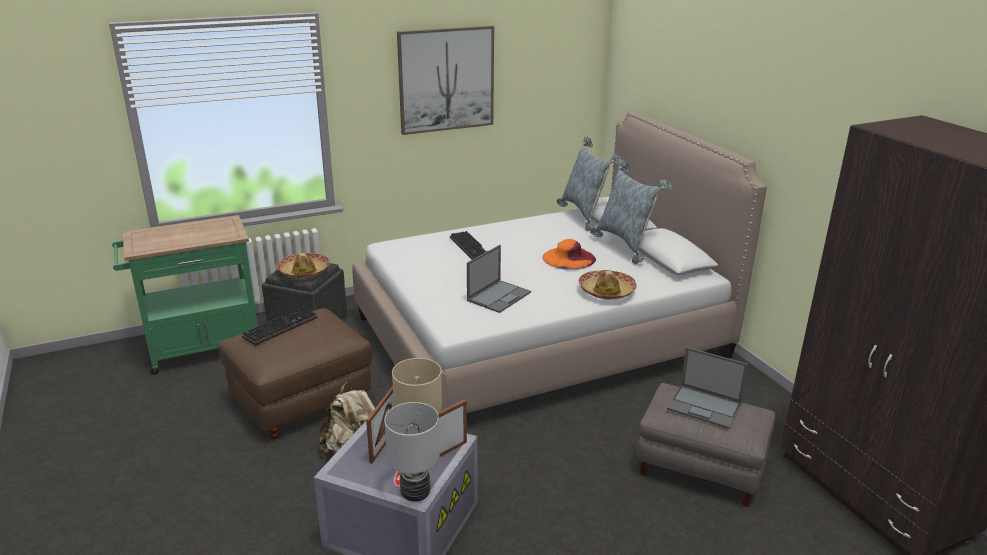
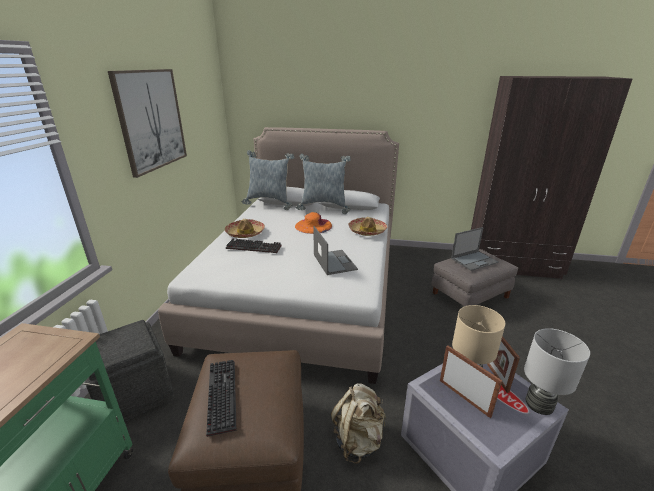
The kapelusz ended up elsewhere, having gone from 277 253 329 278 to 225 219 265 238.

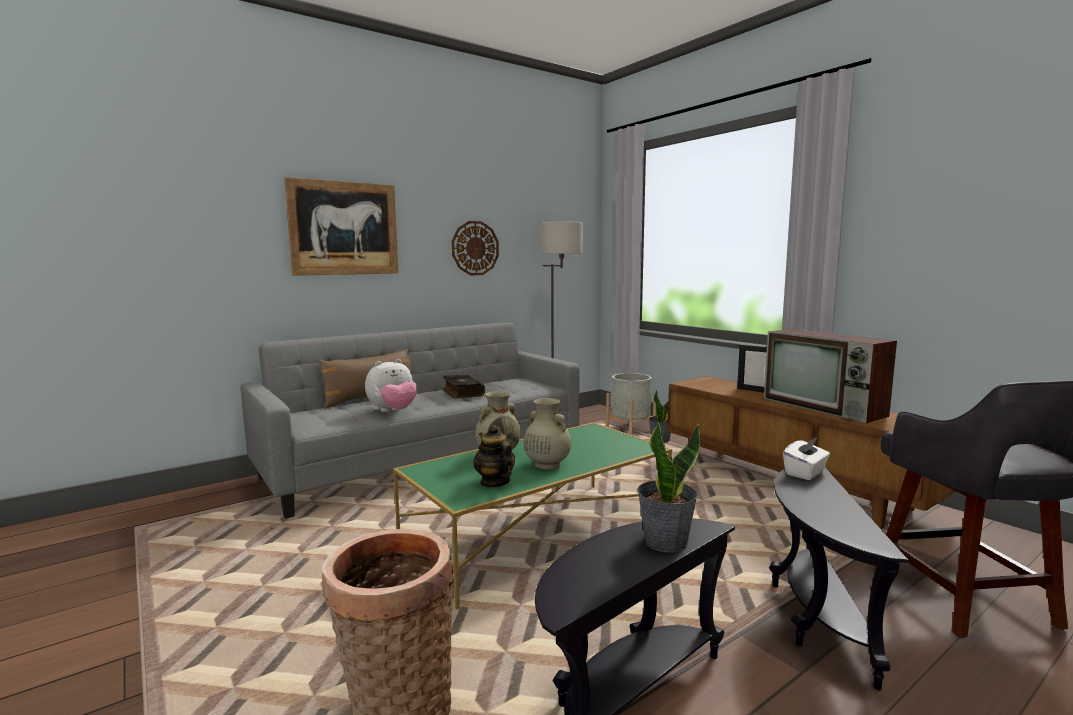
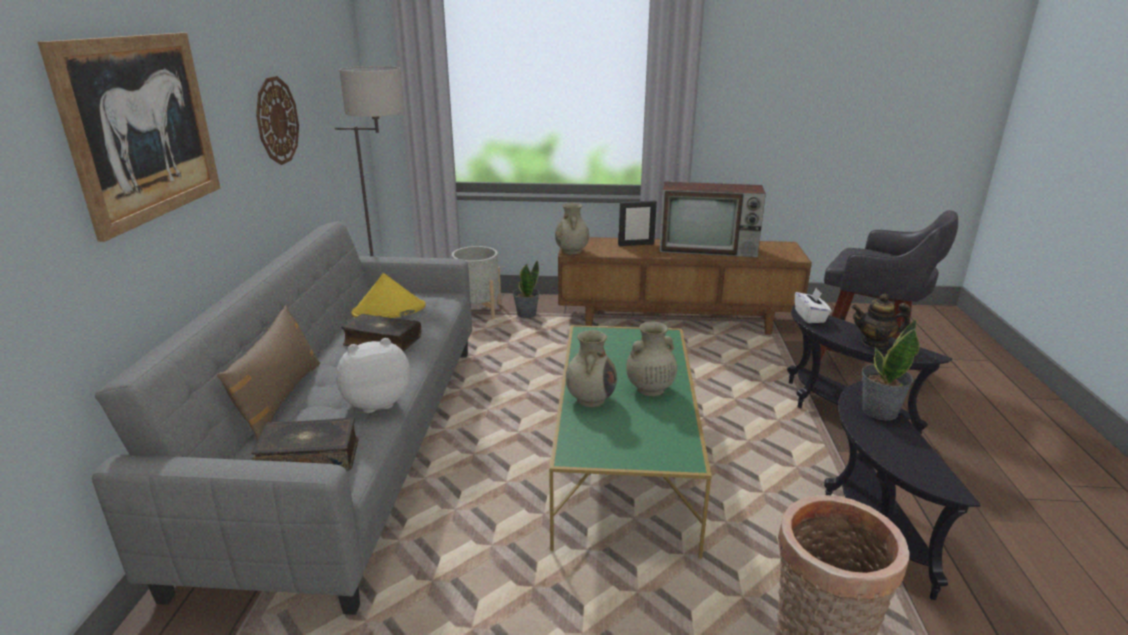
The pluszak at 365 359 417 412 ended up facing another way, 120 degrees counterclockwise from before. The imbryk ended up elsewhere, having gone from 473 425 515 488 to 852 294 911 348. The second view gained the książka at 251 417 358 471. The second view gained the kapelusz (żółty) at 351 273 426 318. The second view gained the wazon (beżowy) at 555 203 589 255.

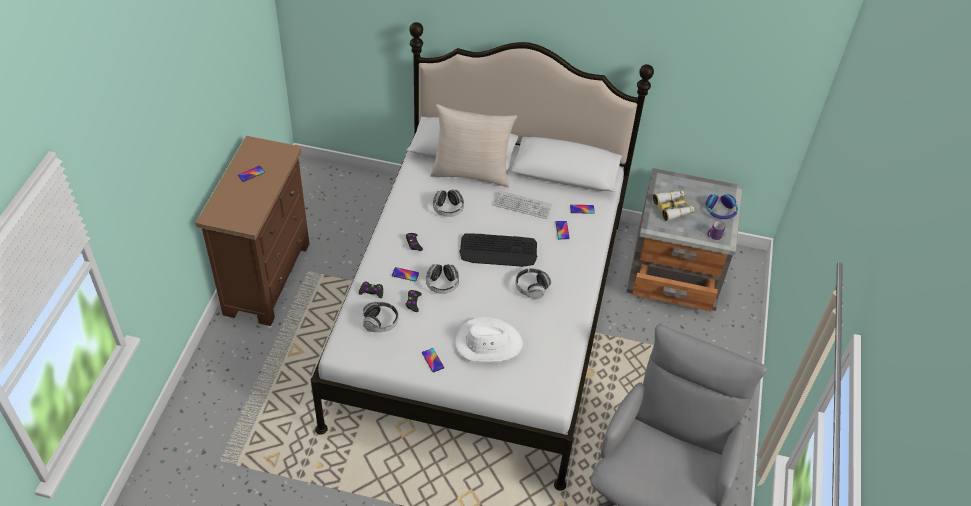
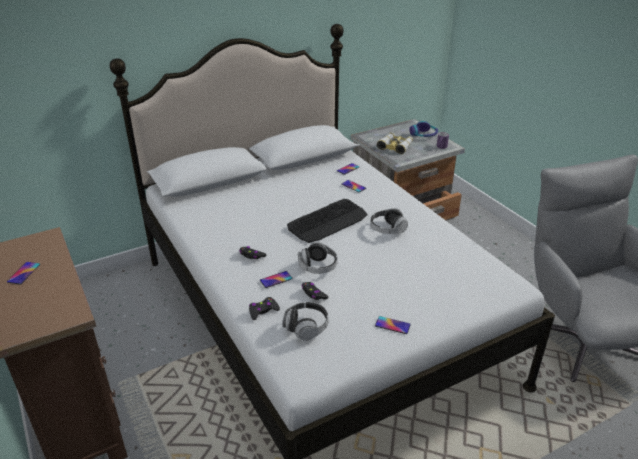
The second view lost the poduszka (beżowy) at 430 104 517 188. The second view lost the słuchawki at 433 189 464 217. The second view lost the kapelusz (biały) at 455 317 523 362. The second view lost the klawiatura at 493 190 552 219.

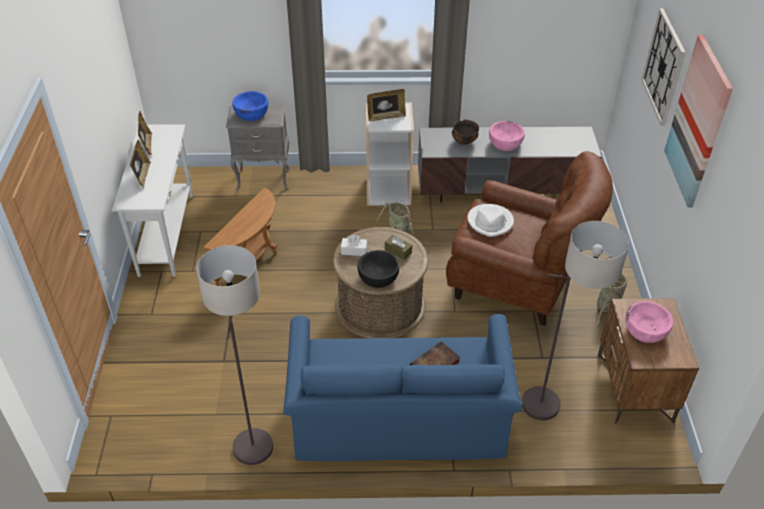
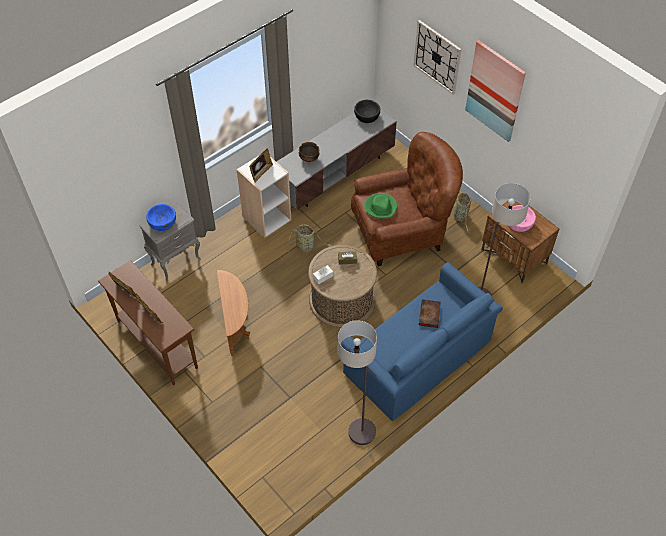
What was the stolik konsolowy (biały) at 112 124 193 277 turned into the stolik konsolowy (brązowy) at 98 260 198 385. The miska (czarny) ended up elsewhere, having gone from 357 250 400 288 to 354 100 380 123. What was the kapelusz (biały) at 468 204 514 237 turned into the kapelusz (zielony) at 364 193 397 219. The second view lost the miska (różowy) at 489 121 525 151.

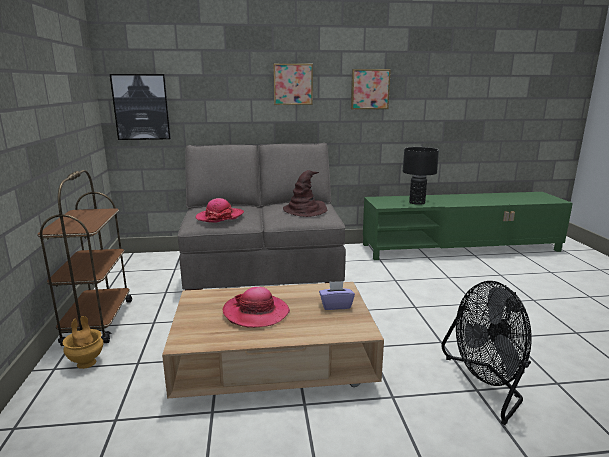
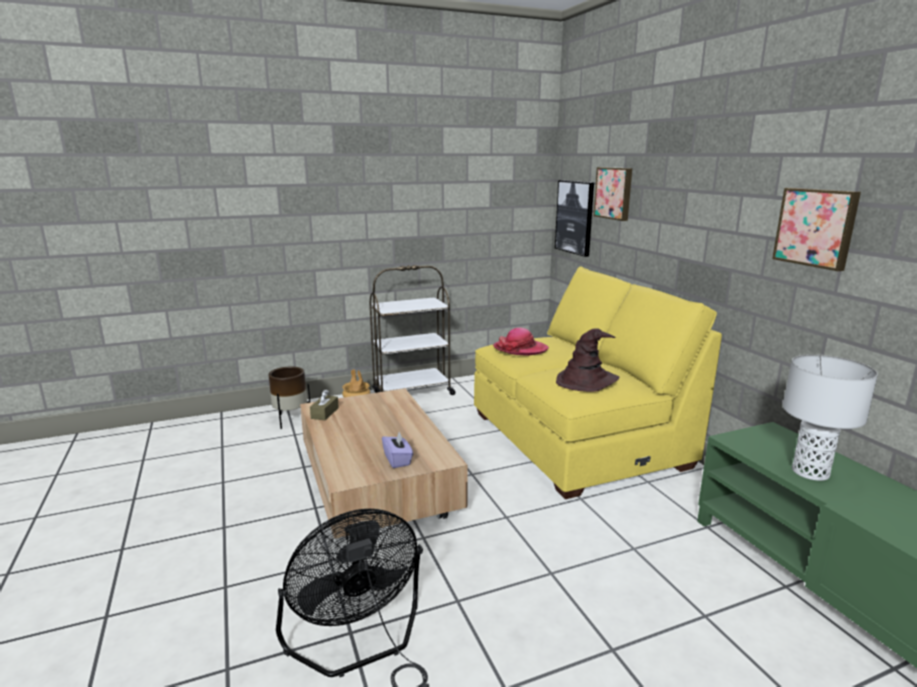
What was the wózek (brązowy) at 37 170 132 346 turned into the wózek (biały) at 370 265 455 395. What was the kanapa (szary) at 178 143 346 290 turned into the kanapa (żółty) at 474 266 722 499. The second view lost the kapelusz at 223 287 290 328. The obraz ended up elsewhere, having gone from 273 64 313 105 to 593 167 632 221. What was the lampa stołowa (czarny) at 403 147 439 205 turned into the lampa stołowa (biały) at 783 354 878 481. The second view gained the donica (brązowy) at 268 367 310 429. The second view gained the pudełko chusteczek (brązowy) at 310 390 339 420.

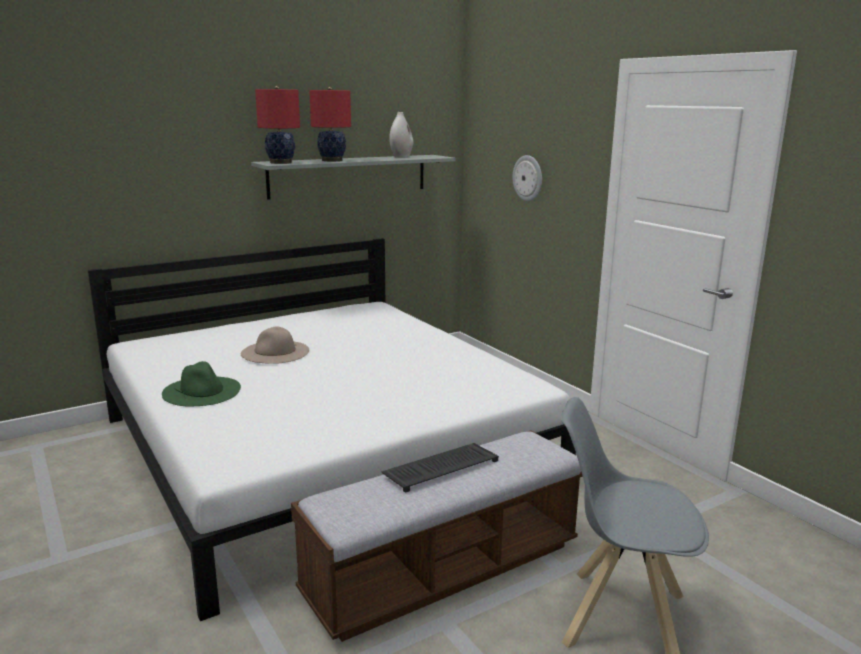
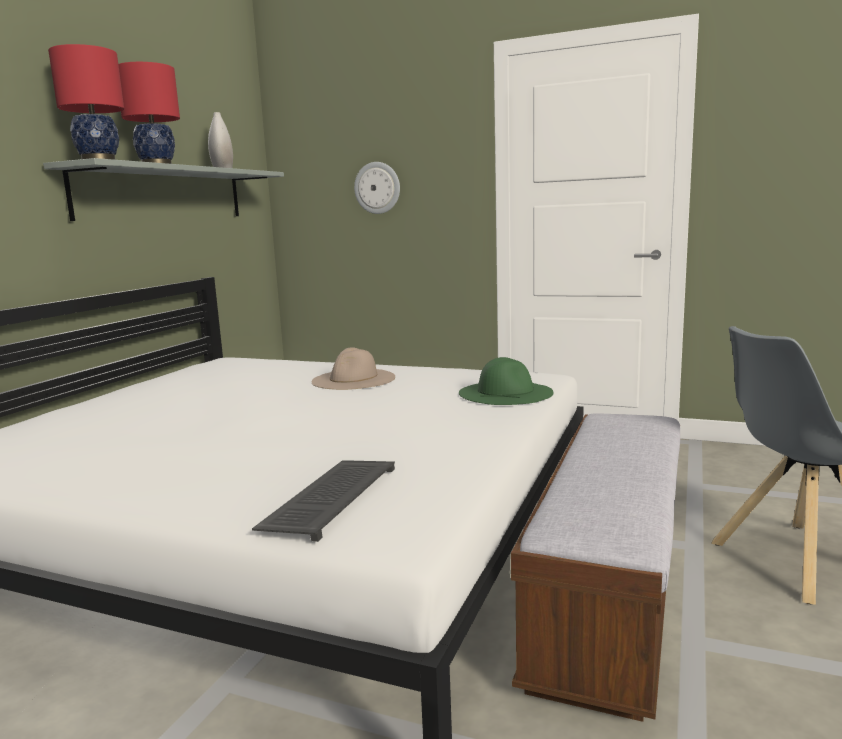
The kapelusz (zielony) ended up elsewhere, having gone from 162 361 241 407 to 459 357 553 405. The kapelusz (beżowy) ended up elsewhere, having gone from 241 326 309 364 to 312 347 395 390. The klawiatura ended up elsewhere, having gone from 381 443 499 493 to 252 460 395 542.

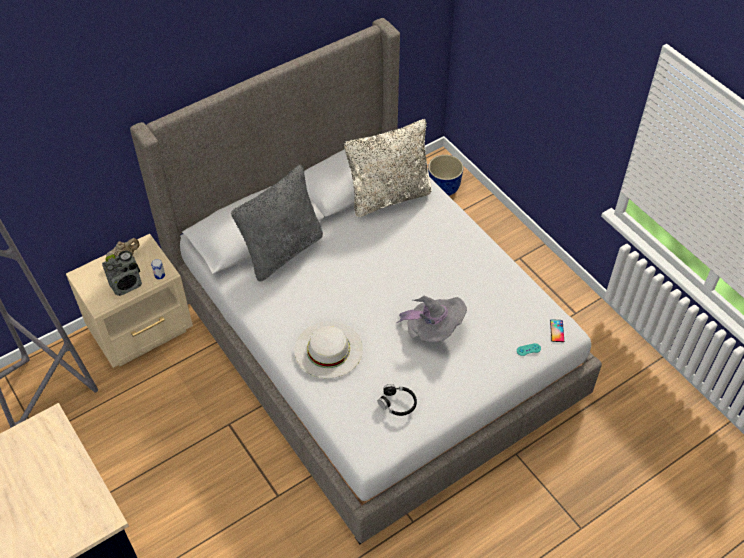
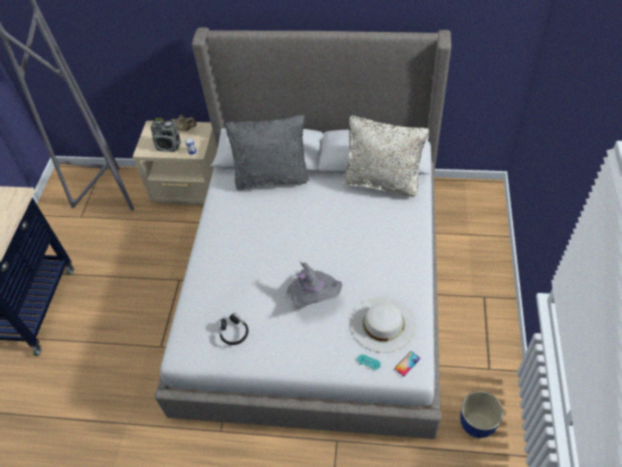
The kapelusz (biały) ended up elsewhere, having gone from 294 321 363 378 to 352 296 416 353. The donica ended up elsewhere, having gone from 428 155 464 196 to 460 391 504 438.

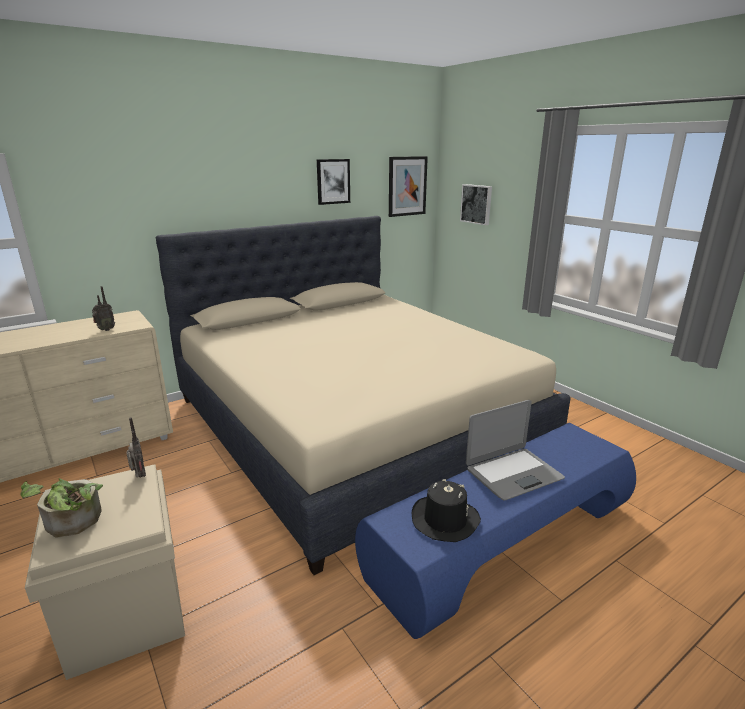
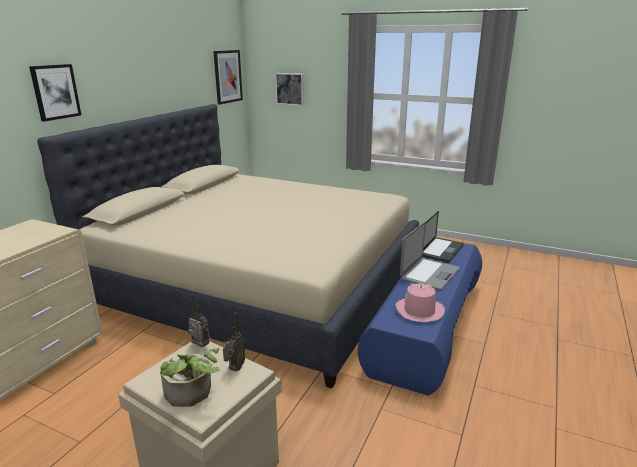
The radio ended up elsewhere, having gone from 92 286 115 331 to 223 313 245 372. The obraz ended up elsewhere, having gone from 317 159 350 205 to 29 64 81 122. What was the kapelusz (czarny) at 412 479 481 542 turned into the kapelusz (różowy) at 395 283 445 323. The second view gained the laptop at 423 211 464 262.

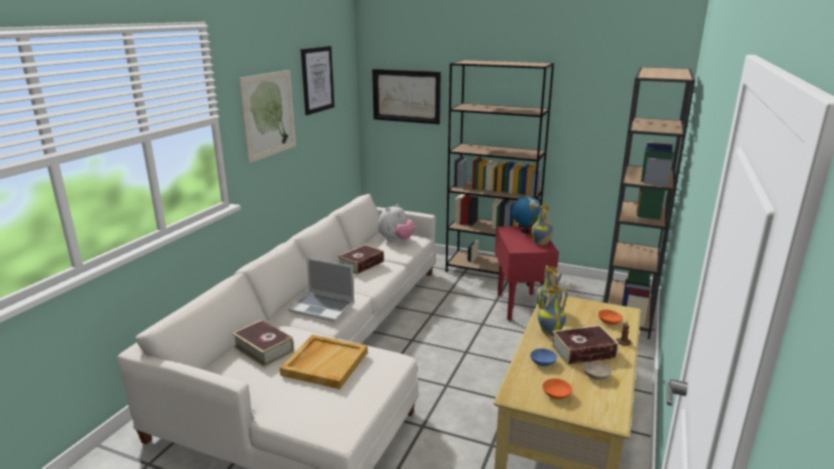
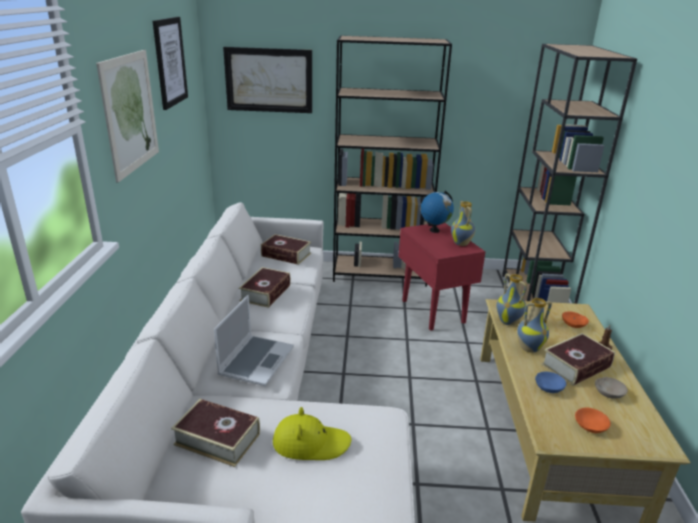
Where the taca (beżowy) stood at 280 335 368 389, the kapelusz (żółty) came to stand at 273 407 352 460. The laptop at 288 258 355 322 ended up facing another way, 75 degrees counterclockwise from before. Where the pluszak stood at 378 204 415 241, the książka came to stand at 261 234 311 265.

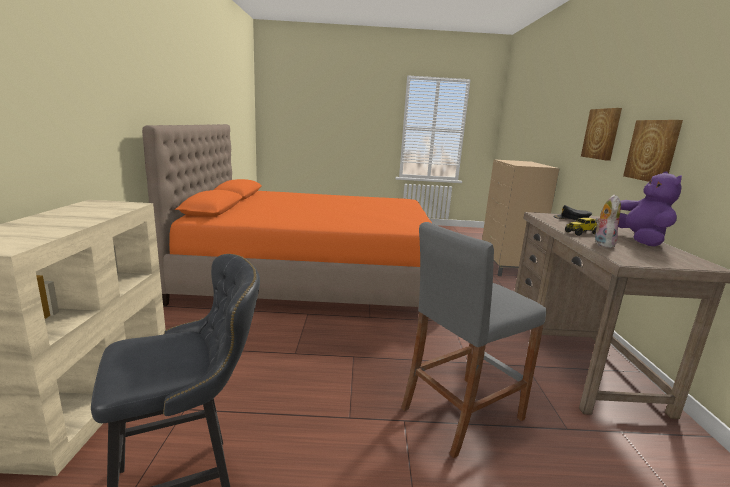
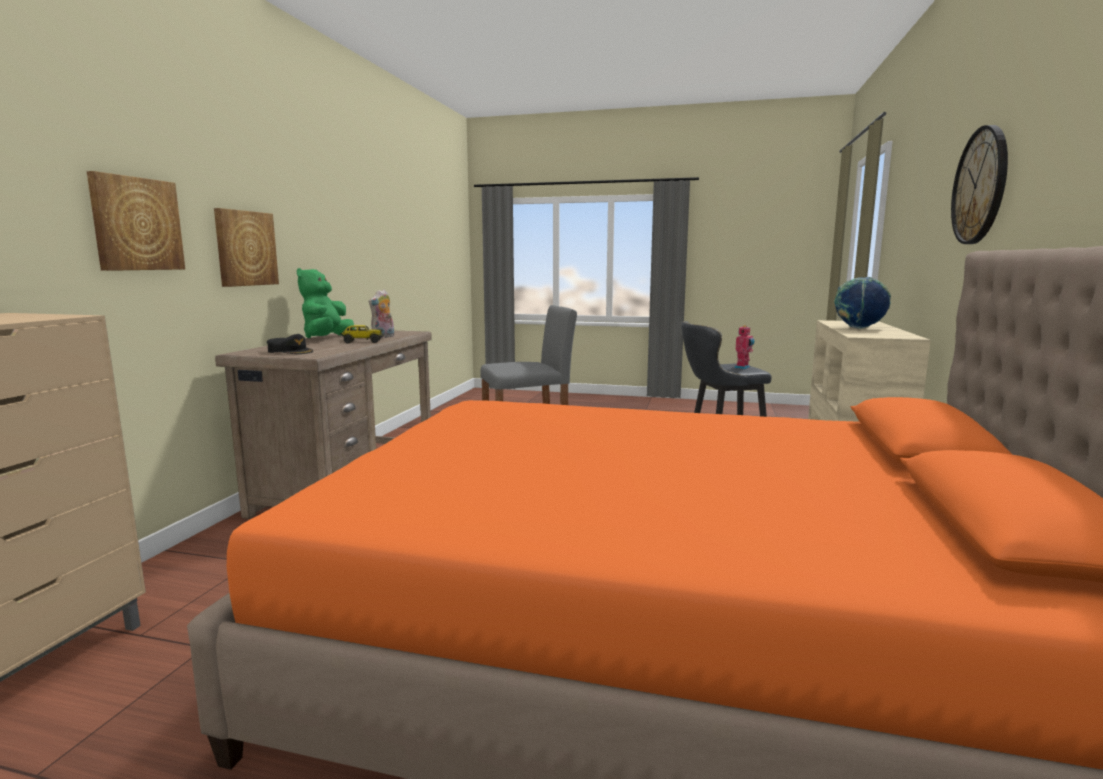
What was the pluszak (fioletowy) at 618 171 682 246 turned into the pluszak (zielony) at 297 268 355 338. The second view gained the robot zabawkowy at 734 325 755 369. The second view gained the globus at 834 277 891 329. The second view gained the zegar ścienny at 951 125 1008 244.

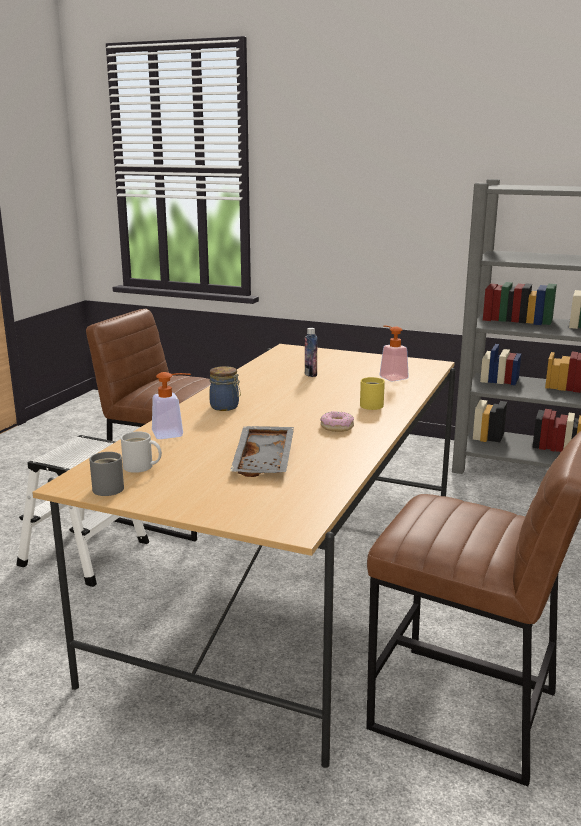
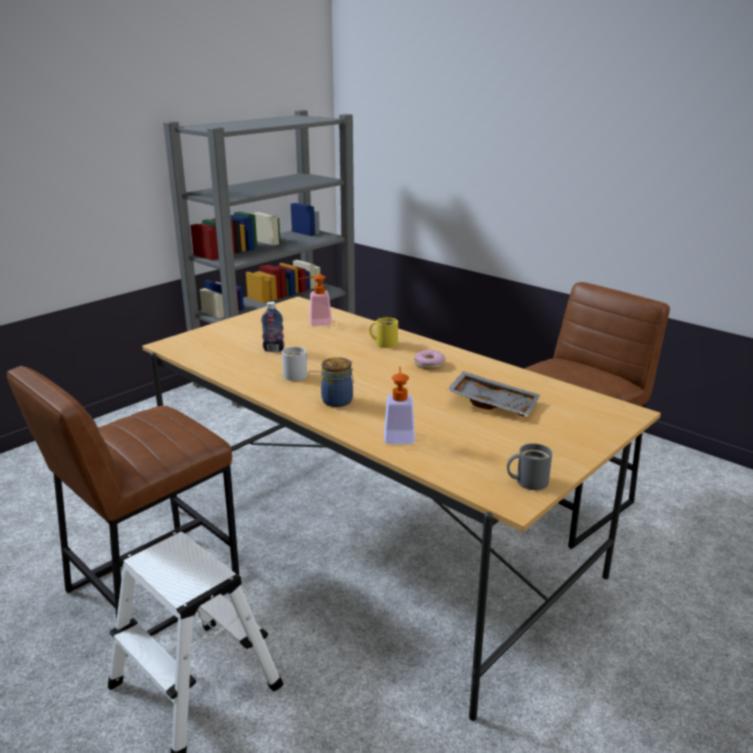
The kubek (biały) ended up elsewhere, having gone from 121 431 162 473 to 282 347 308 381.

